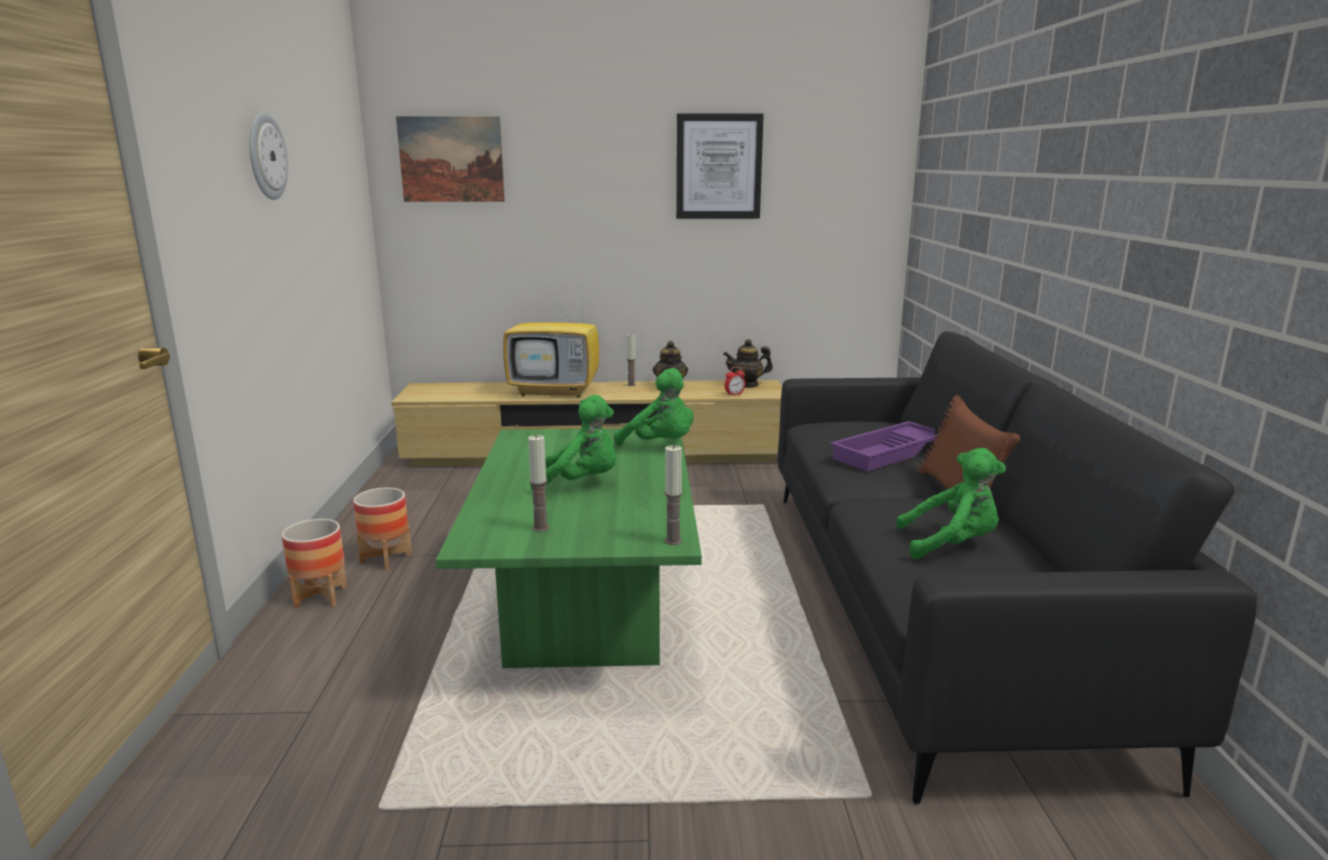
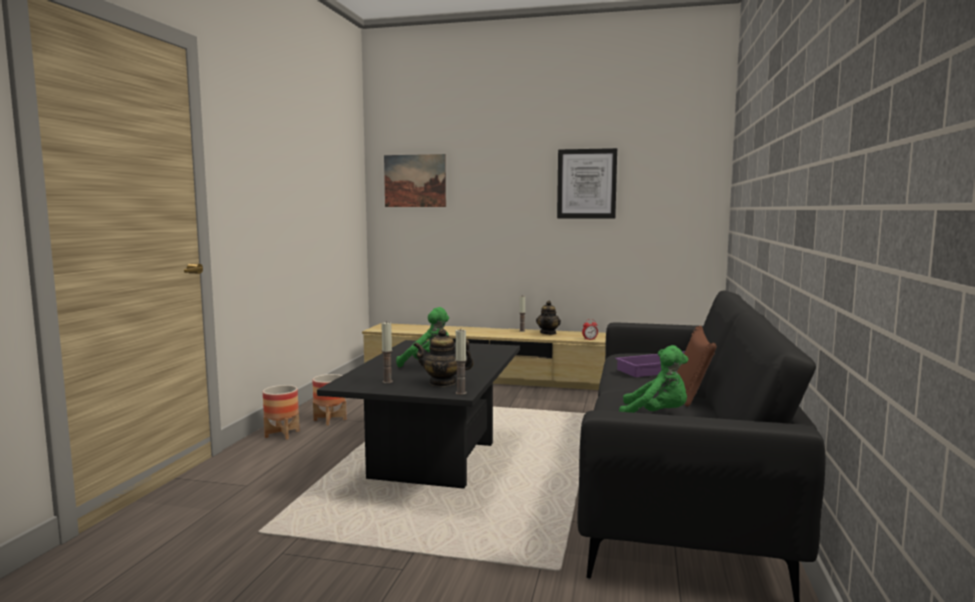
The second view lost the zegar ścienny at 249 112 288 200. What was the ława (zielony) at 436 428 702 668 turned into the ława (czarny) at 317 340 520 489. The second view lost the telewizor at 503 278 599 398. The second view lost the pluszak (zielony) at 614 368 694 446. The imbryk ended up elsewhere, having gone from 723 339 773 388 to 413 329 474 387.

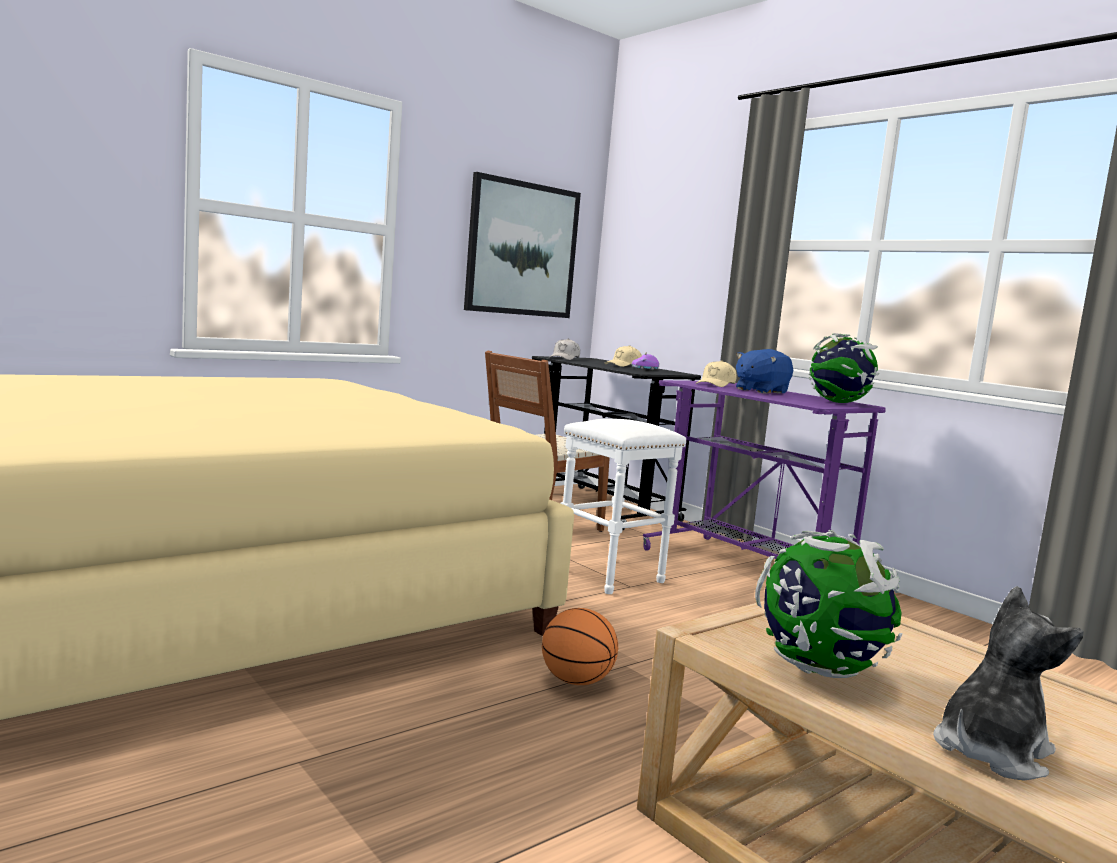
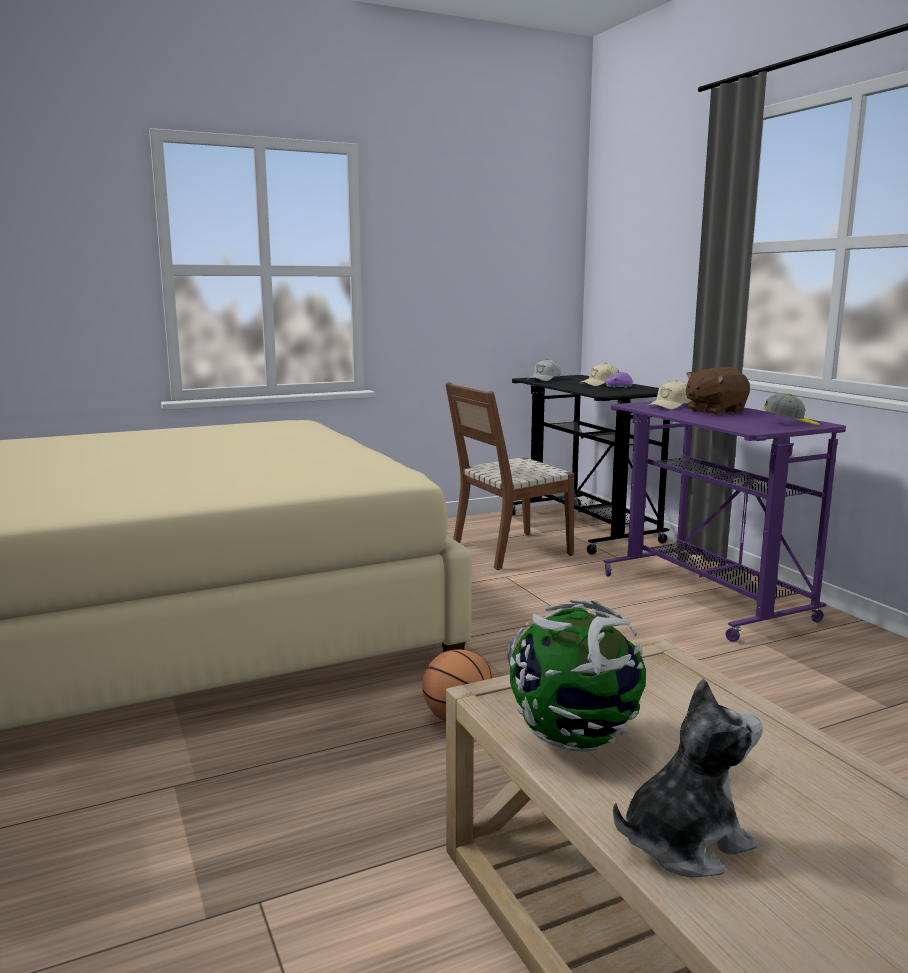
The second view lost the obraz at 464 172 581 318. The second view lost the stołek (biały) at 560 419 686 594. What was the pluszak (niebieski) at 736 349 793 393 turned into the pluszak (brązowy) at 686 367 750 415. Where the globus stood at 809 333 879 403, the czapka z daszkiem came to stand at 763 393 820 425.

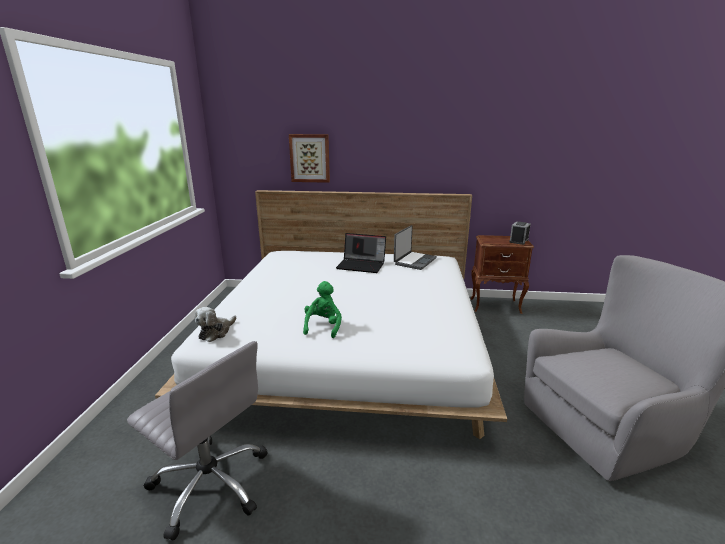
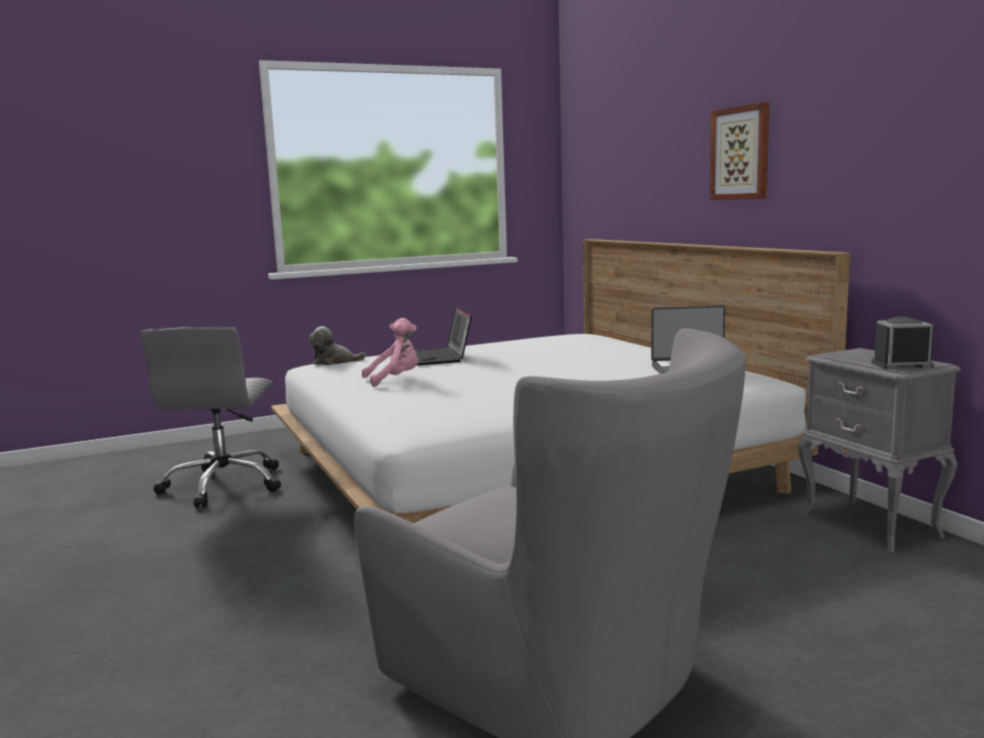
The obraz ended up elsewhere, having gone from 289 134 330 183 to 710 102 770 200. What was the pluszak (zielony) at 303 281 342 338 turned into the pluszak (różowy) at 362 318 418 387. The laptop ended up elsewhere, having gone from 336 233 386 273 to 415 307 472 365. What was the szafka nocna (brązowy) at 471 235 534 314 turned into the szafka nocna (szary) at 798 348 961 553.

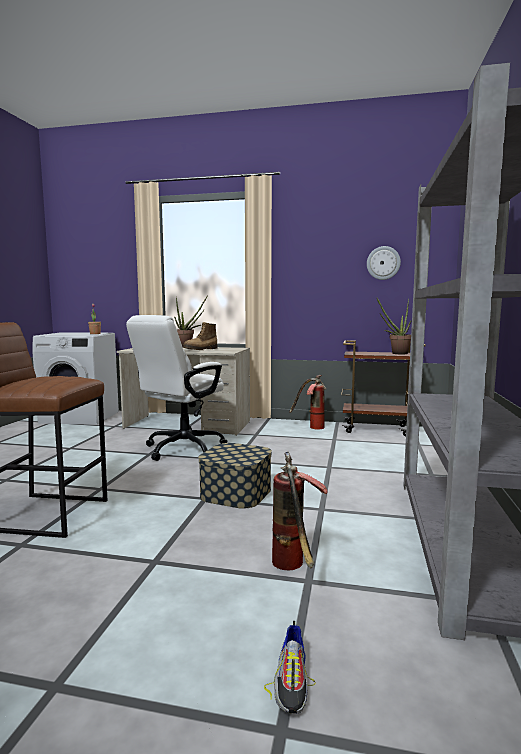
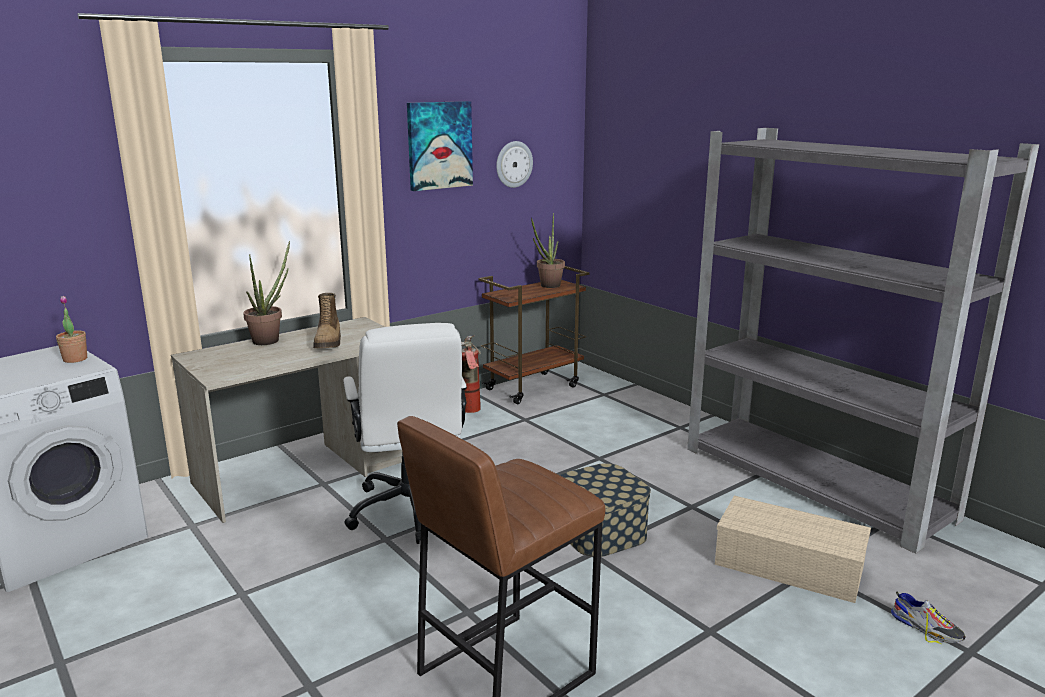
Where the gaśnica stood at 272 452 328 570, the pojemnik do przechowywania (beżowy) came to stand at 715 496 871 603. The second view gained the obraz at 407 101 473 191.

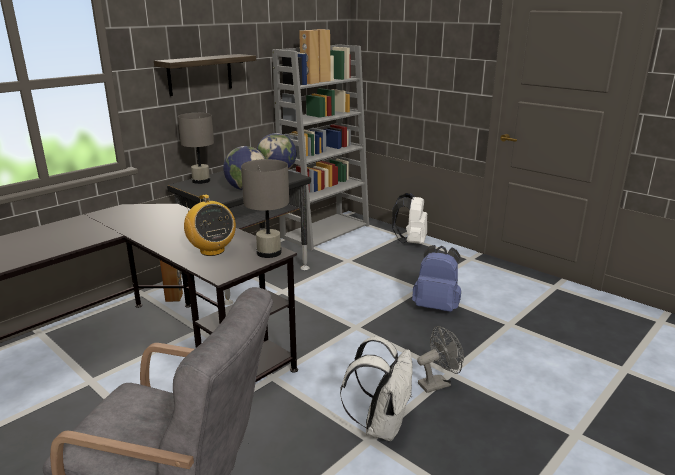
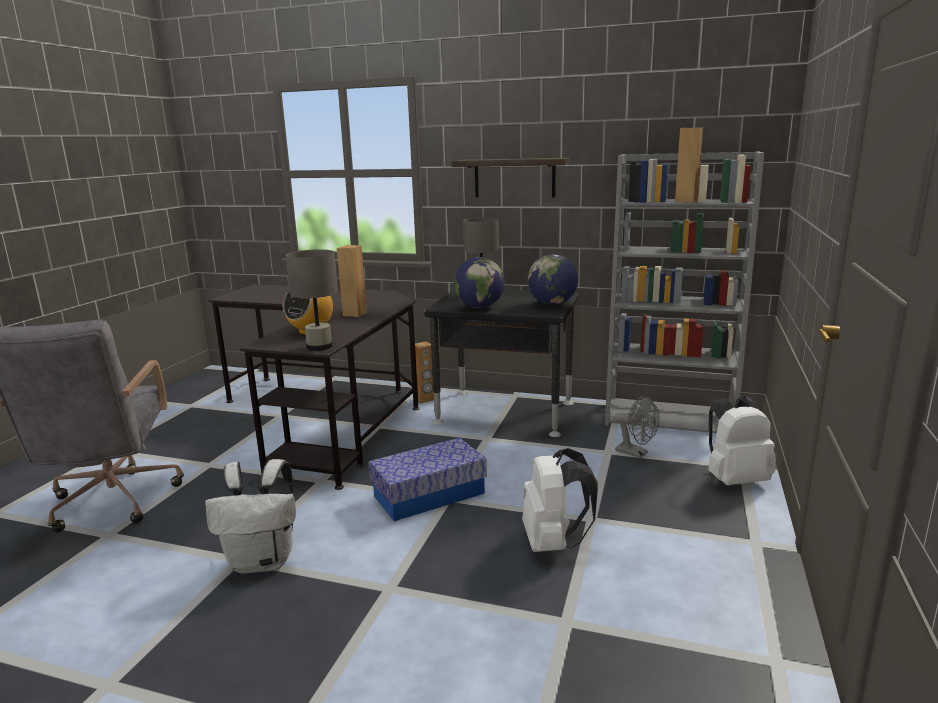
The głośnik (brązowy) ended up elsewhere, having gone from 299 30 319 84 to 337 245 367 317. What was the plecak (niebieski) at 412 245 461 312 turned into the plecak (biały) at 522 448 598 552. The wentylator (szary) ended up elsewhere, having gone from 417 326 464 393 to 614 395 659 458. The second view gained the pojemnik do przechowywania at 369 438 487 521.

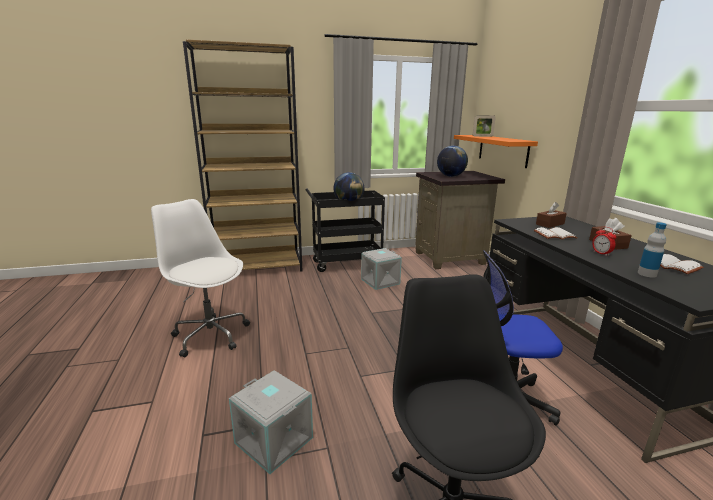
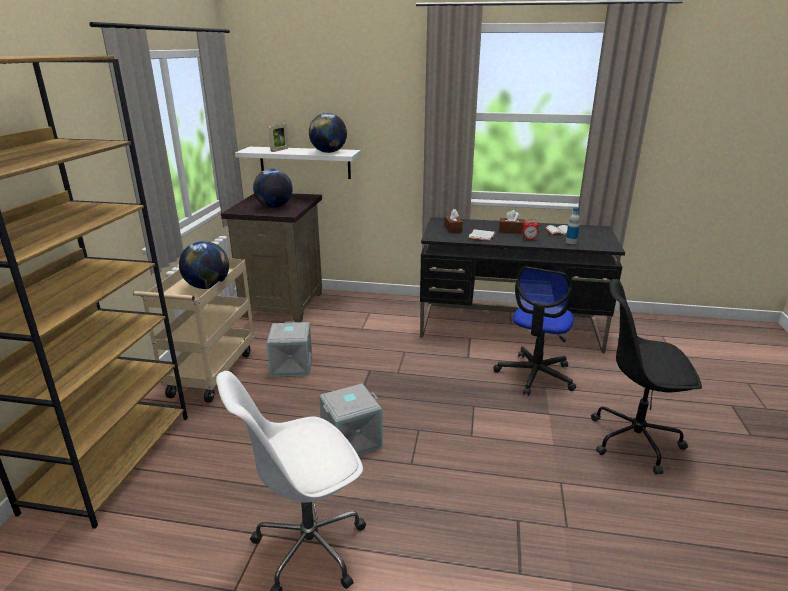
The pojemnik do przechowywania (szary) ended up elsewhere, having gone from 229 370 313 474 to 319 384 383 455. What was the wózek (czarny) at 305 188 385 272 turned into the wózek (beżowy) at 133 258 255 403. What was the półka (pomarańczowy) at 454 135 538 168 turned into the półka (biały) at 235 147 361 179. The second view gained the globus at 309 113 347 153.

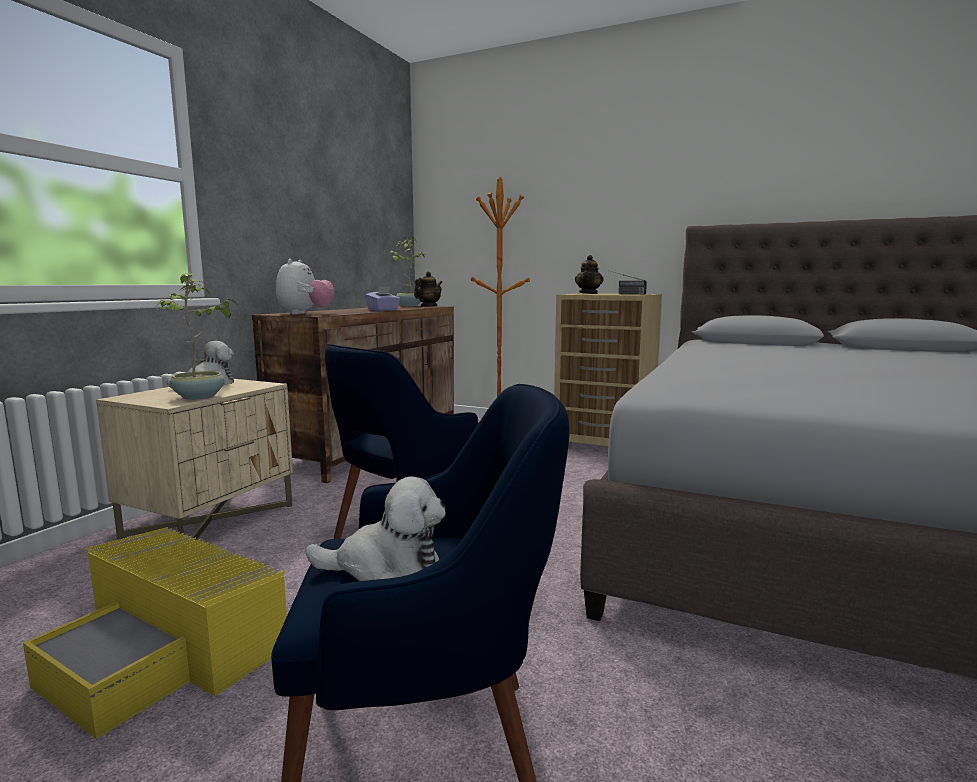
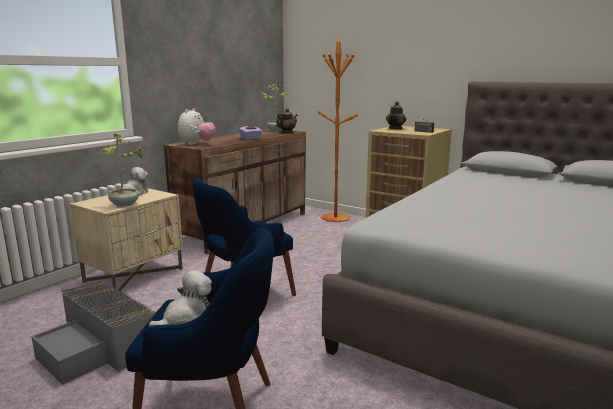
What was the pojemnik do przechowywania (żółty) at 23 527 287 739 turned into the pojemnik do przechowywania (szary) at 31 281 156 385. The pluszak at 305 476 446 581 ended up facing another way, 60 degrees counterclockwise from before.

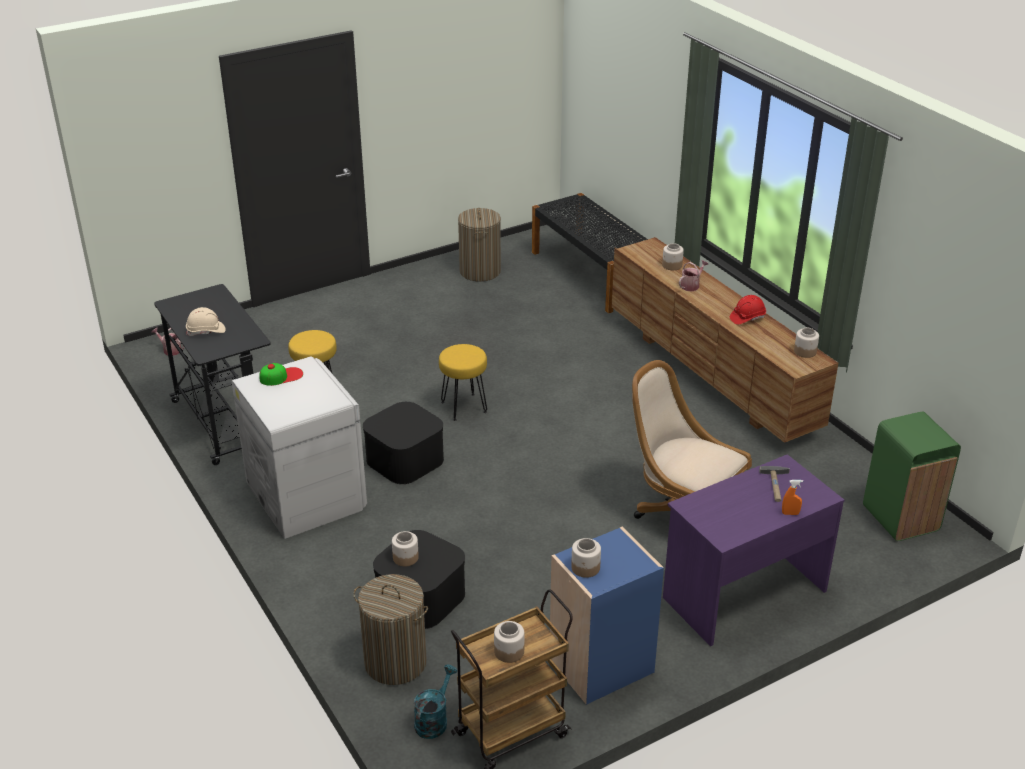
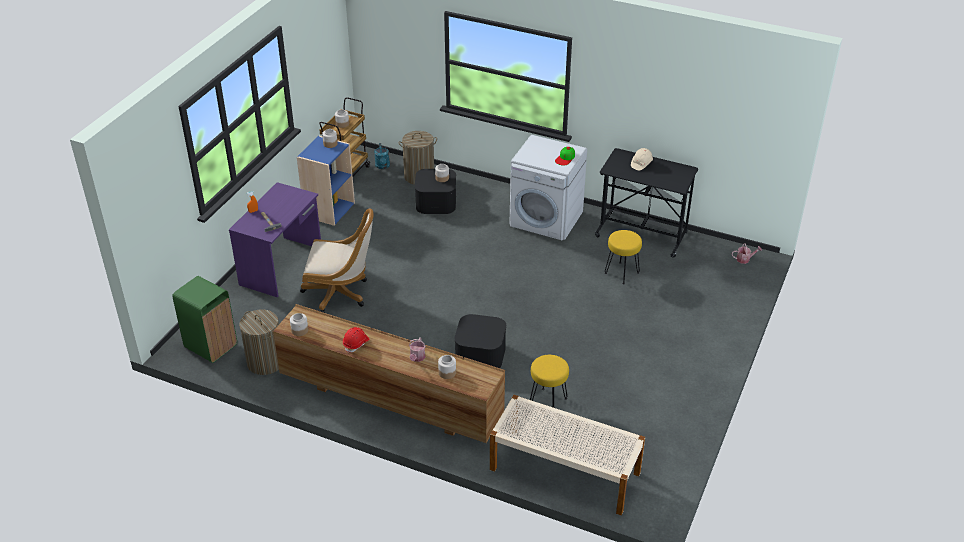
The pojemnik do przechowywania (czarny) ended up elsewhere, having gone from 363 402 444 484 to 455 314 506 368. The stołek (żółty) ended up elsewhere, having gone from 439 344 487 421 to 530 355 569 408. The kosz na pranie ended up elsewhere, having gone from 458 208 501 281 to 239 309 279 375. What was the ławka (czarny) at 532 193 648 314 turned into the ławka (beżowy) at 490 395 645 516.

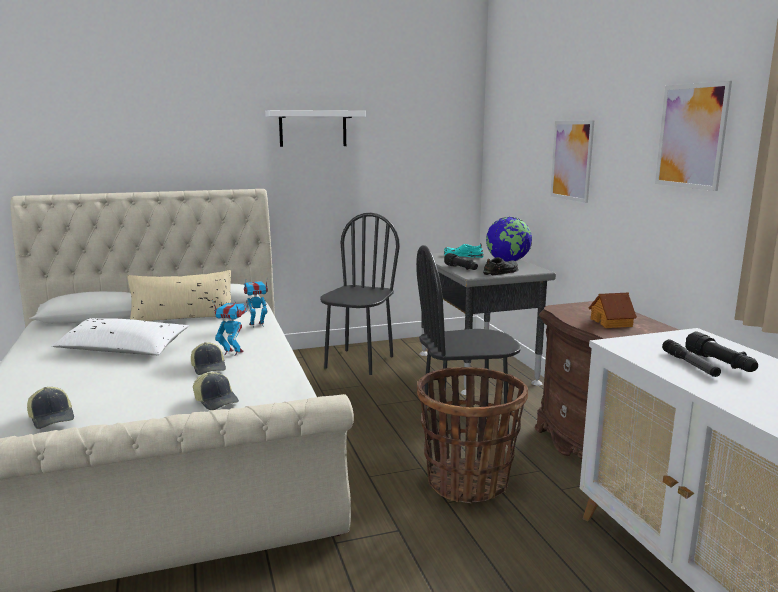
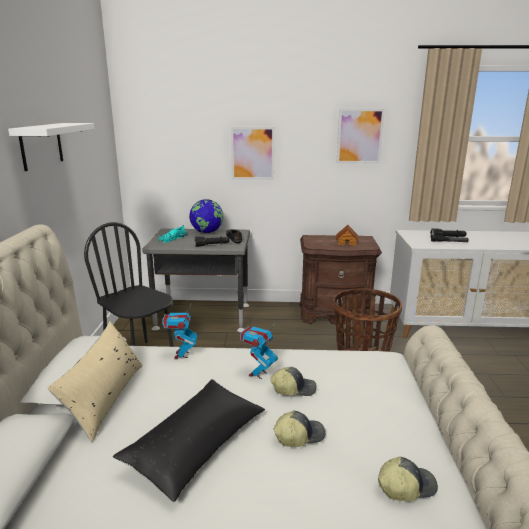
What was the poduszka (biały) at 52 318 189 355 turned into the poduszka (czarny) at 113 379 265 502. The czapka z daszkiem ended up elsewhere, having gone from 193 372 239 410 to 273 410 325 447. The second view lost the krzesło (czarny) at 416 245 522 447.

